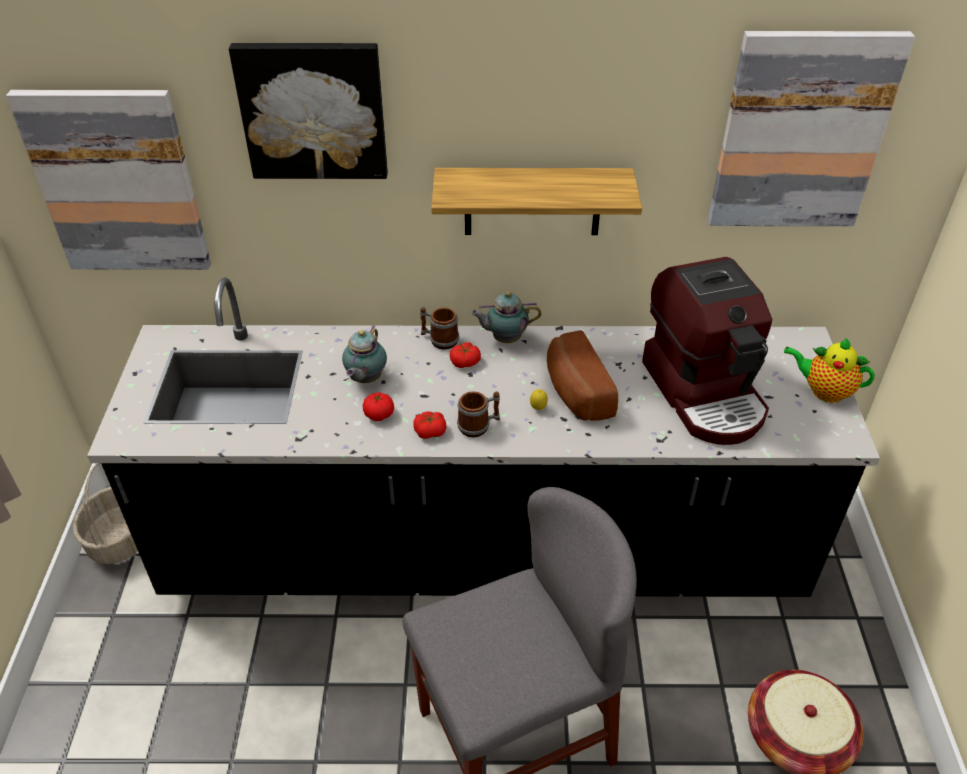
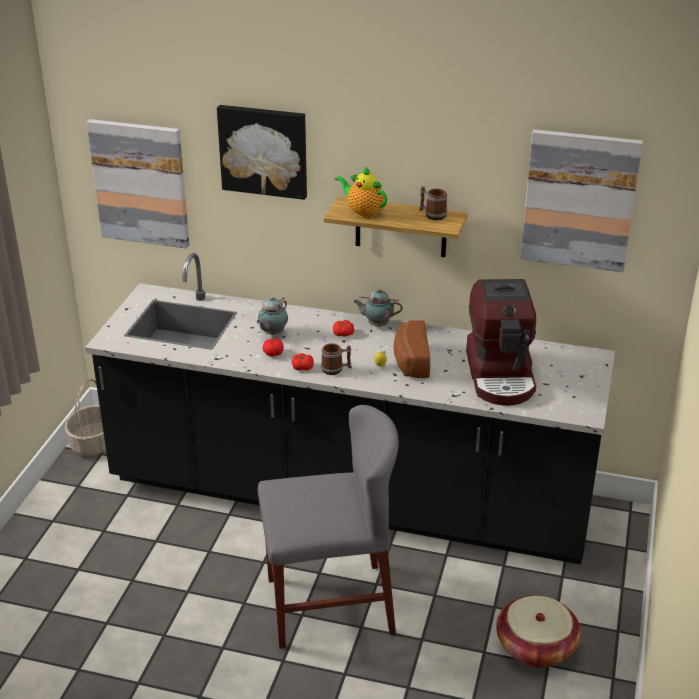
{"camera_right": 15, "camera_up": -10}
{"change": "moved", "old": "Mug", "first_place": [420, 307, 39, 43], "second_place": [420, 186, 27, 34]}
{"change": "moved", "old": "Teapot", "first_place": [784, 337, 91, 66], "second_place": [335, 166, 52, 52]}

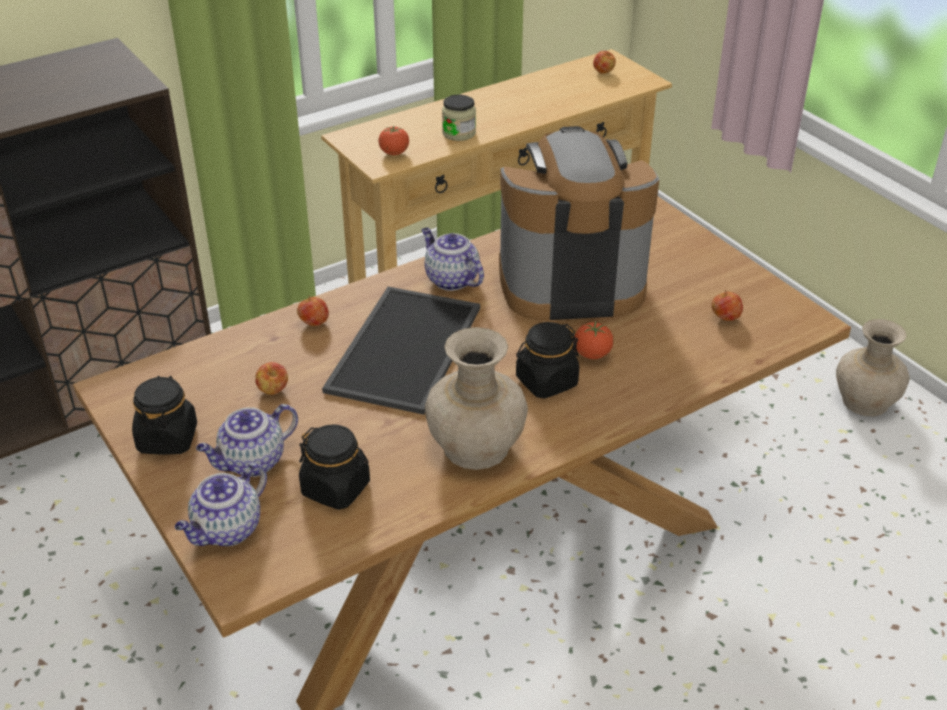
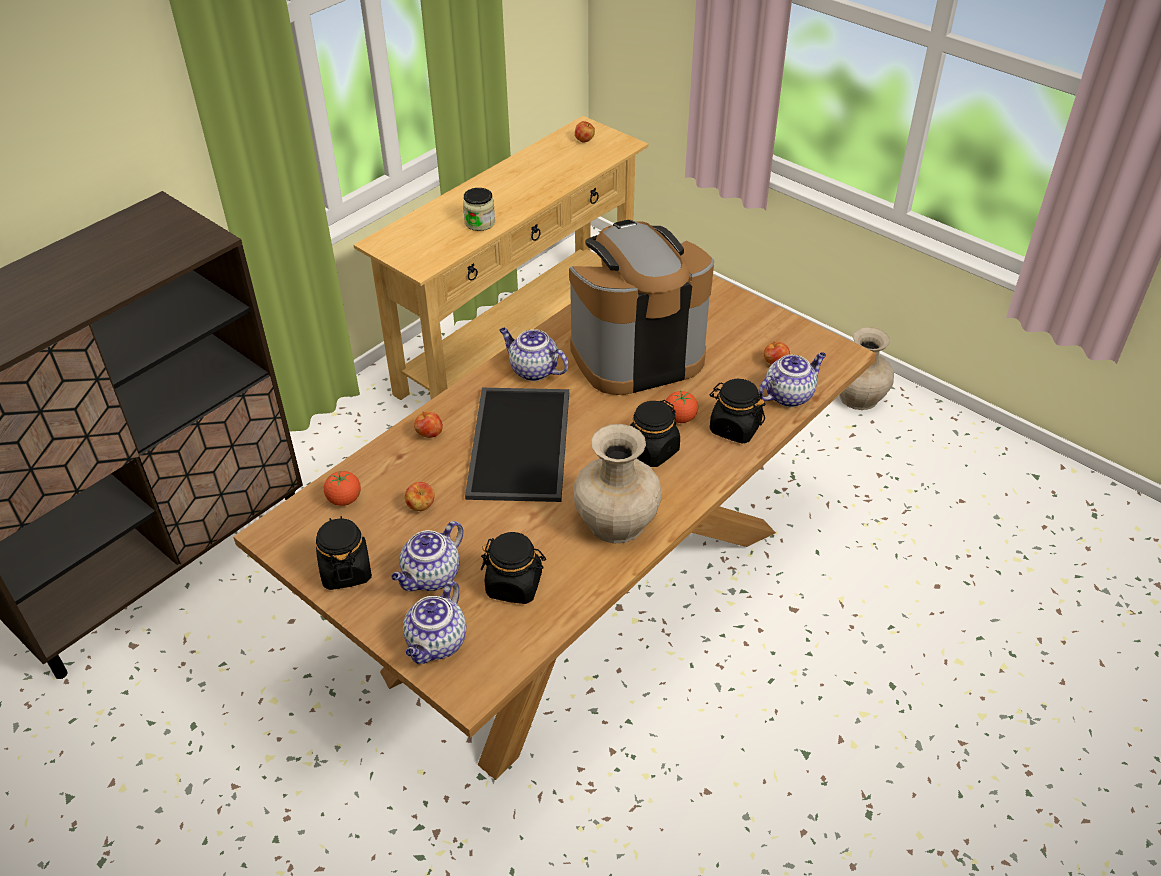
{"camera_right": -15, "camera_up": 5}
{"change": "moved", "old": "Tomato", "first_place": [378, 126, 31, 29], "second_place": [324, 471, 37, 35]}
{"change": "added", "new": "BlackJar", "second_place": [710, 379, 55, 65]}
{"change": "added", "new": "Teapot", "second_place": [758, 352, 68, 55]}

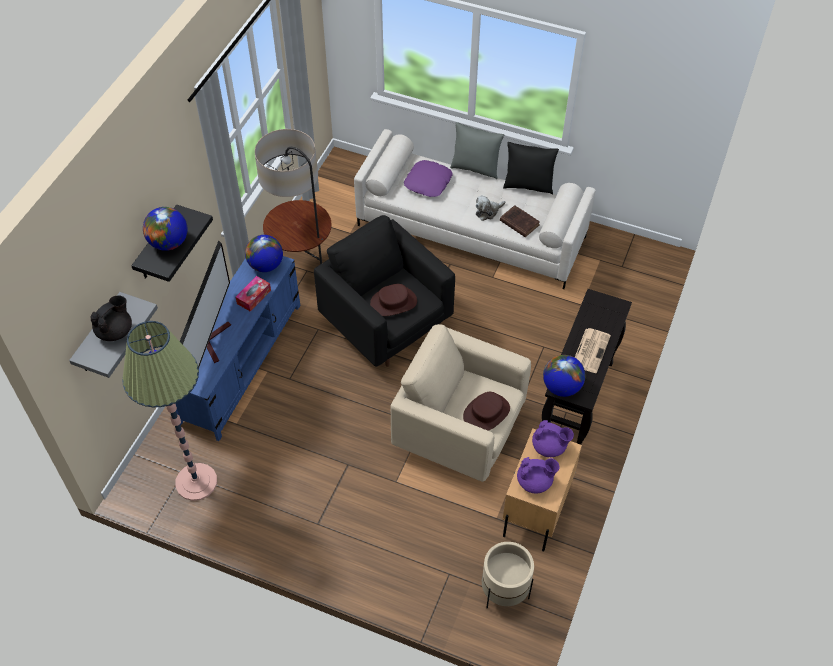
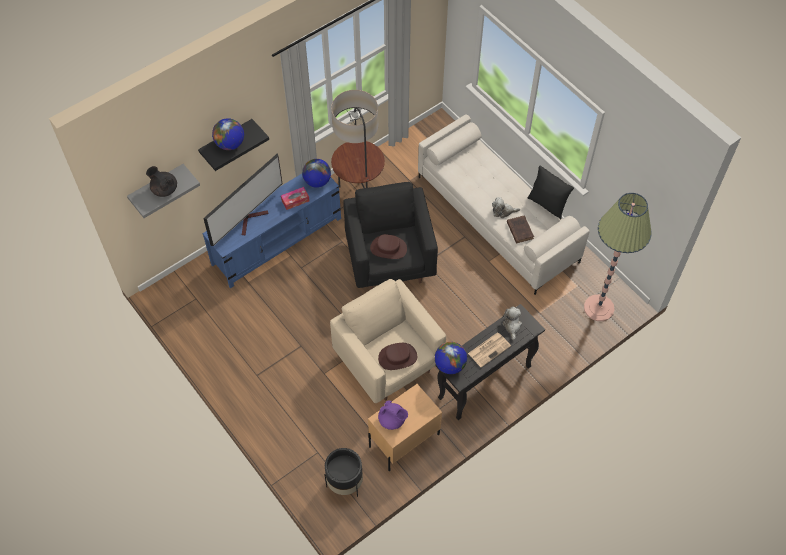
{"camera_right": 30, "camera_up": 5}
{"change": "turned", "old": "BlackTeapot", "first_place": [90, 295, 42, 46], "second_place": [146, 166, 31, 31], "degrees": -120}
{"change": "moved", "old": "FloorLamp", "first_place": [122, 321, 95, 180], "second_place": [584, 193, 68, 128]}
{"change": "removed", "old": "PurplePillow", "first_place": [404, 160, 49, 37]}
{"change": "removed", "old": "GreyPillow", "first_place": [450, 122, 54, 57]}
{"change": "recoloured", "old": "BeigePlanter", "new": "BlackPlanter", "first_place": [482, 542, 52, 66], "second_place": [325, 448, 38, 49]}
{"change": "removed", "old": "PurpleTeapot", "first_place": [532, 420, 42, 37]}
{"change": "added", "new": "PlushToy", "second_place": [502, 307, 20, 33]}

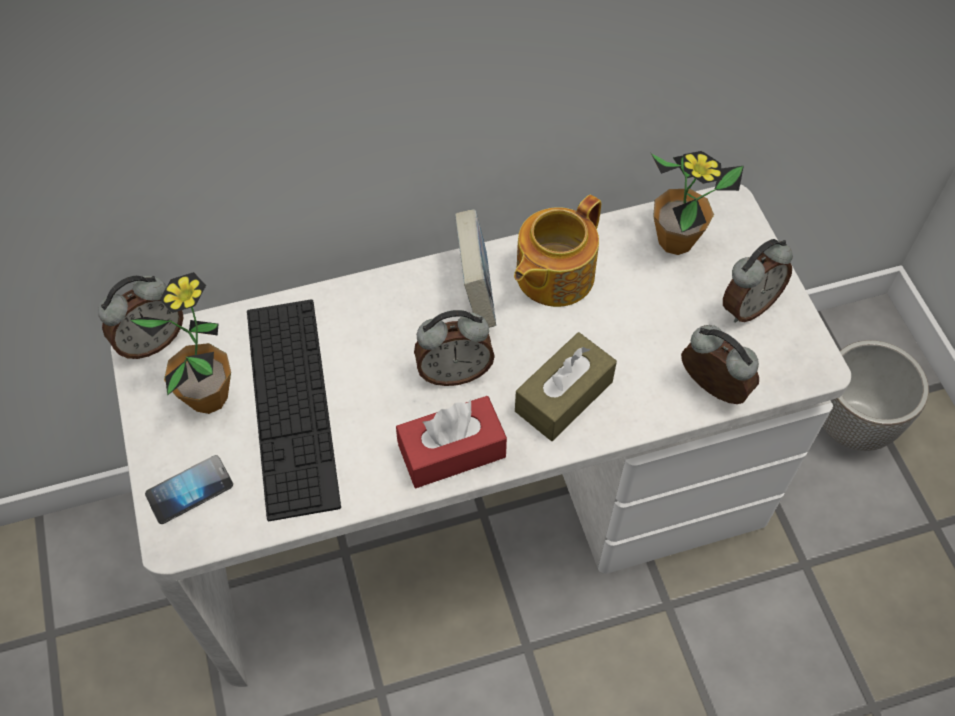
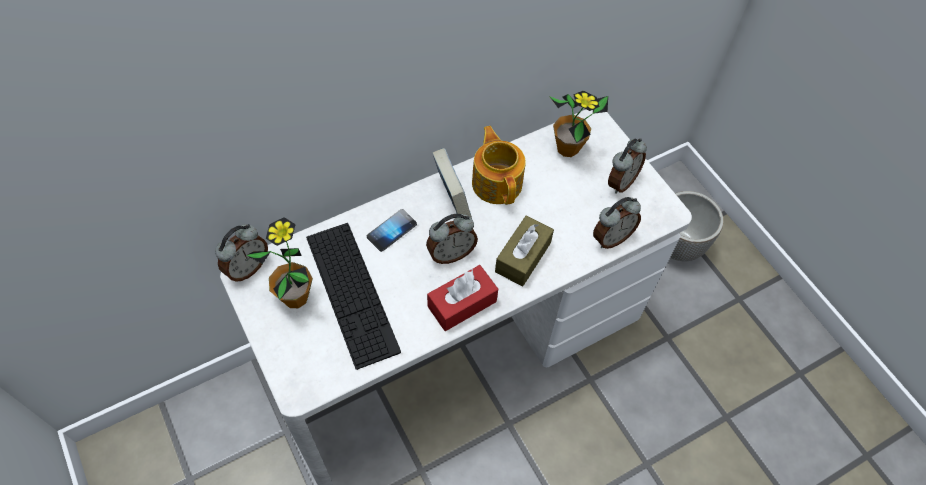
{"camera_right": -15, "camera_up": 0}
{"change": "moved", "old": "Phone", "first_place": [145, 455, 88, 69], "second_place": [367, 209, 50, 43]}
{"change": "turned", "old": "Teapot", "first_place": [514, 195, 87, 112], "second_place": [472, 126, 54, 79], "degrees": 135}
{"change": "turned", "old": "AlarmClock", "first_place": [681, 325, 78, 79], "second_place": [593, 197, 48, 52], "degrees": 120}

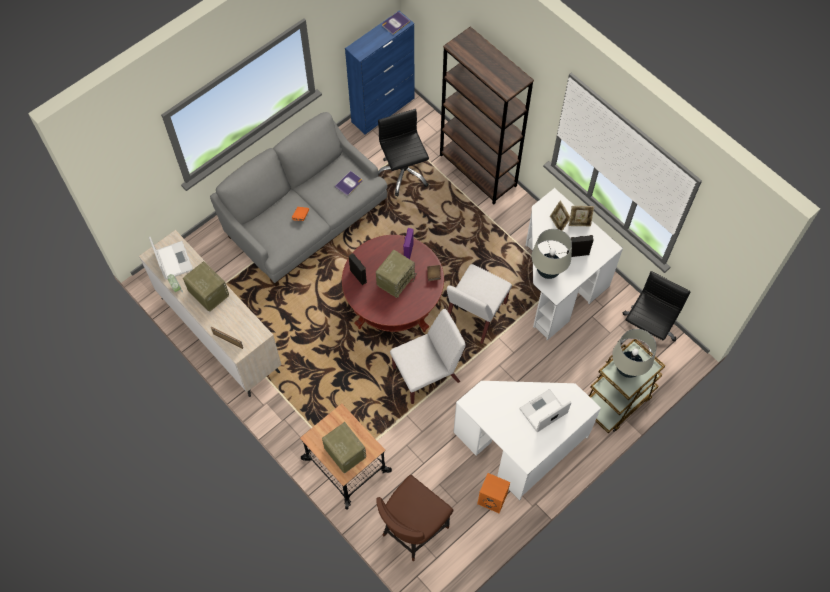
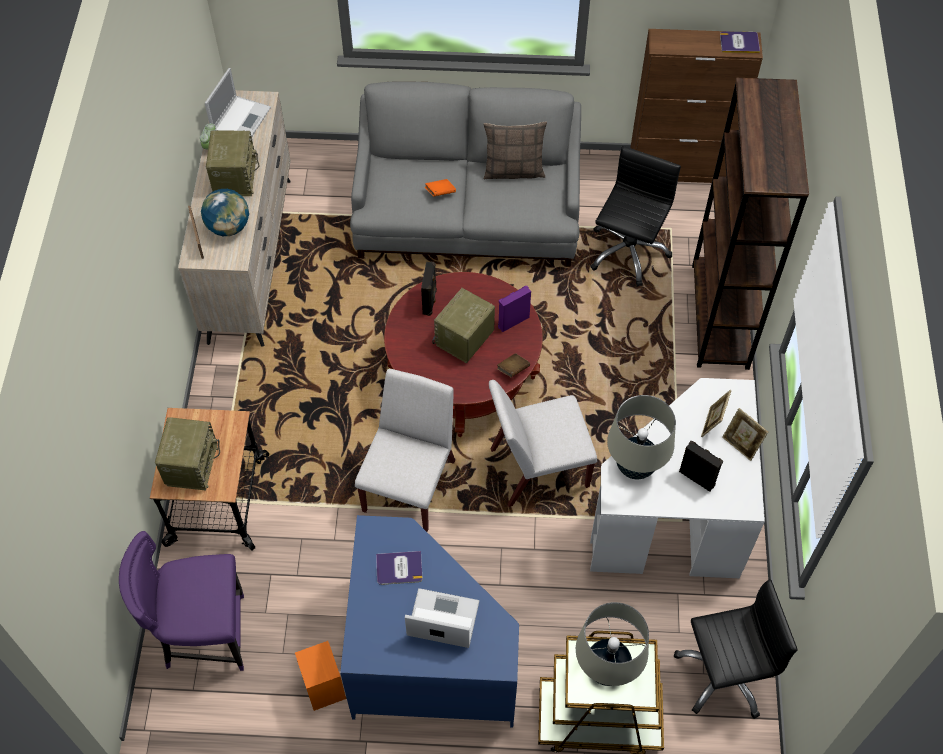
{"camera_right": 45, "camera_up": -5}
{"change": "moved", "old": "Book", "first_place": [335, 171, 28, 25], "second_place": [376, 551, 46, 34]}
{"change": "recoloured", "old": "BlueCabinet", "new": "BrownCabinet", "first_place": [345, 11, 69, 123], "second_place": [630, 29, 133, 154]}
{"change": "turned", "old": "Radio", "first_place": [376, 250, 41, 48], "second_place": [432, 288, 63, 75], "degrees": 135}
{"change": "recoloured", "old": "BrownChair", "new": "PurpleChair", "first_place": [376, 475, 77, 86], "second_place": [119, 531, 125, 140]}
{"change": "turned", "old": "WhiteChair", "first_place": [390, 309, 75, 95], "second_place": [355, 369, 100, 163], "degrees": -90}
{"change": "recoloured", "old": "WhiteDesk", "new": "BlueDesk", "first_place": [453, 381, 148, 120], "second_place": [340, 515, 179, 212]}
{"change": "added", "new": "Globe", "second_place": [201, 189, 48, 47]}
{"change": "added", "new": "Pillow", "second_place": [484, 121, 63, 58]}

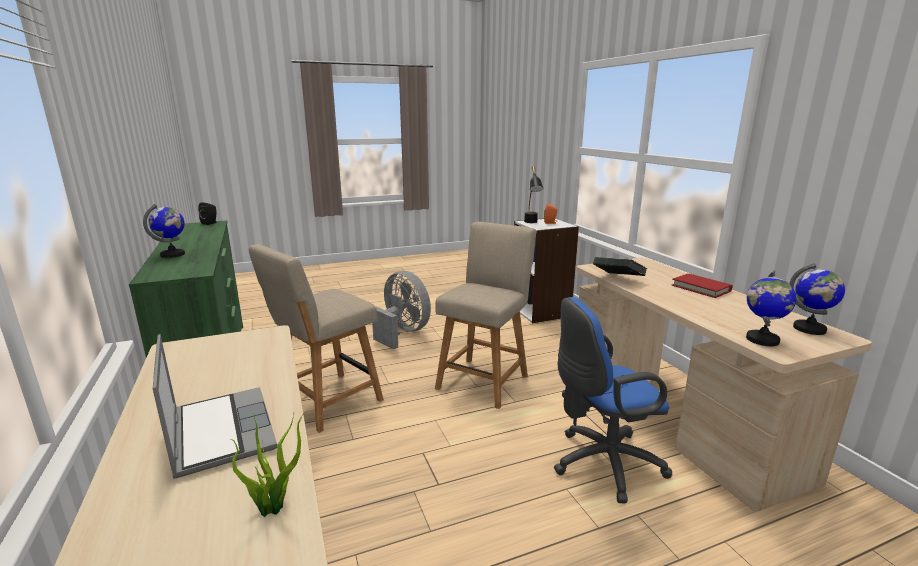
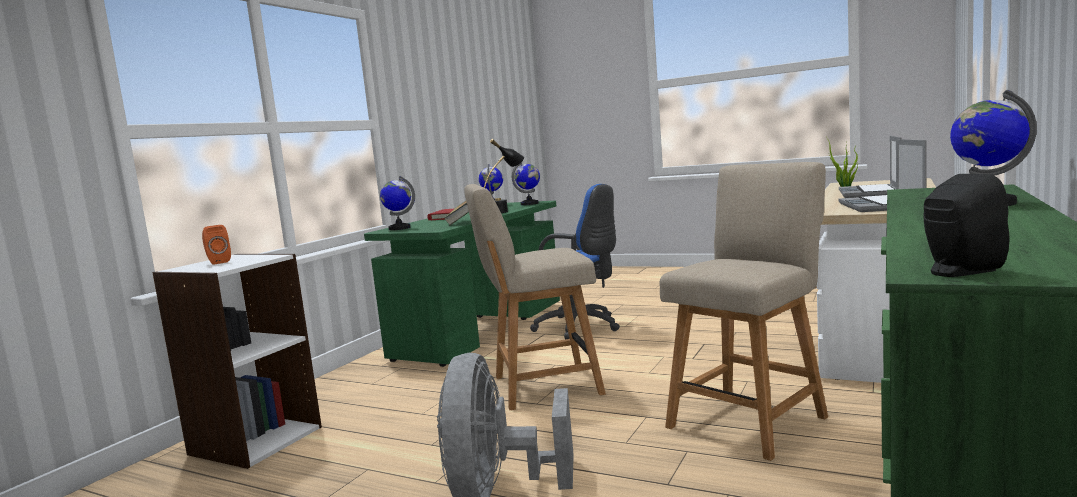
{"camera_right": -130, "camera_up": -10}
{"change": "turned", "old": "BeigeChair", "first_place": [249, 244, 135, 189], "second_place": [660, 162, 168, 299], "degrees": -45}
{"change": "moved", "old": "BlackTableLamp", "first_place": [524, 166, 19, 57], "second_place": [484, 139, 40, 74]}
{"change": "recoloured", "old": "BeigeDesk", "new": "GreenDesk", "first_place": [576, 257, 296, 255], "second_place": [364, 201, 196, 166]}
{"change": "added", "new": "Globe", "second_place": [380, 176, 35, 54]}
{"change": "added", "new": "Laptop", "second_place": [838, 139, 89, 73]}

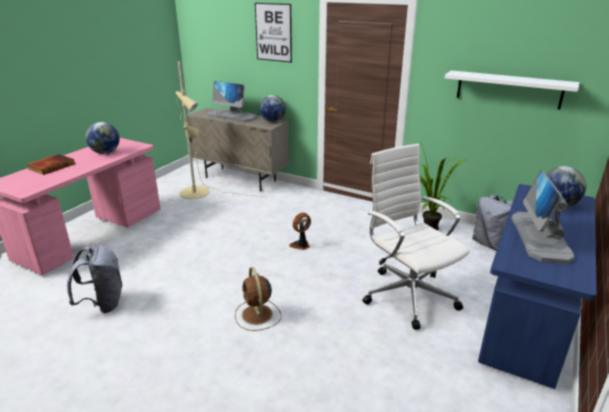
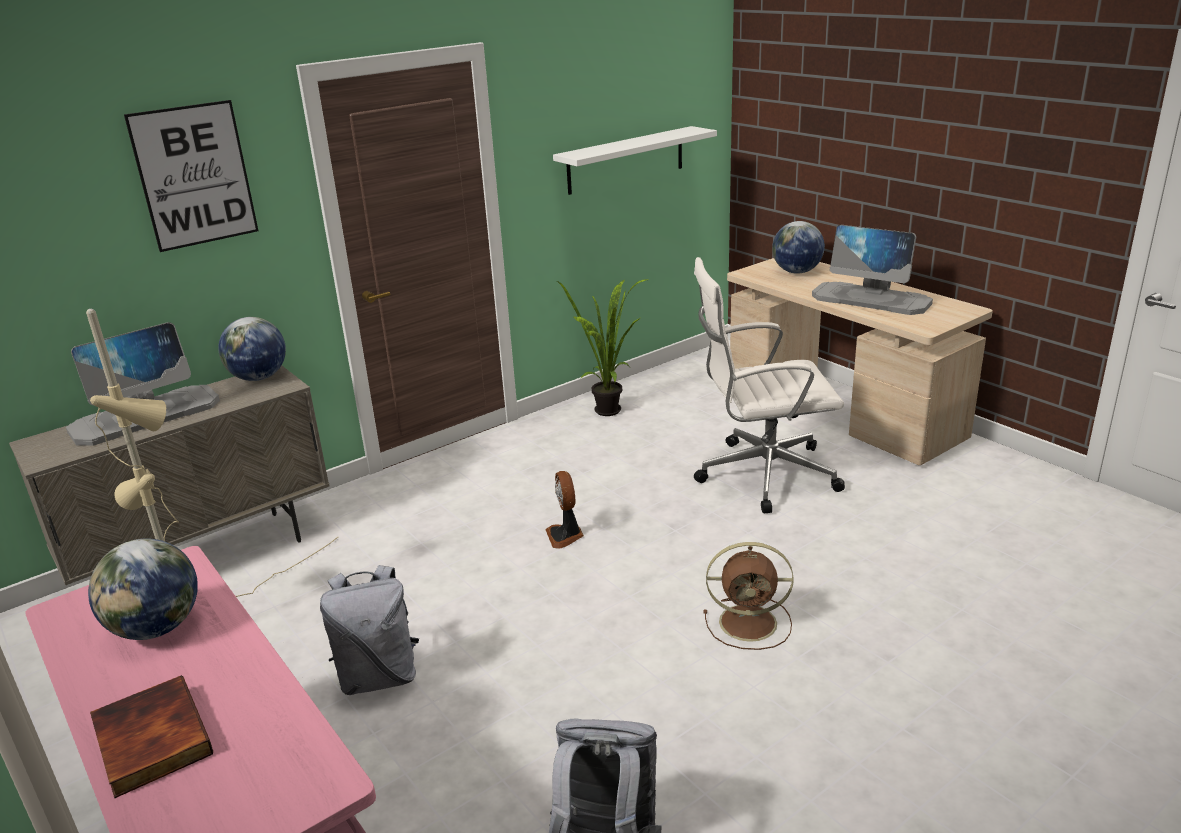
{"camera_right": -65, "camera_up": 0}
{"change": "moved", "old": "GreyBackpack", "first_place": [472, 195, 41, 56], "second_place": [320, 565, 99, 130]}
{"change": "recoloured", "old": "BlueDesk", "new": "BeigeDesk", "first_place": [478, 184, 119, 205], "second_place": [727, 258, 266, 207]}

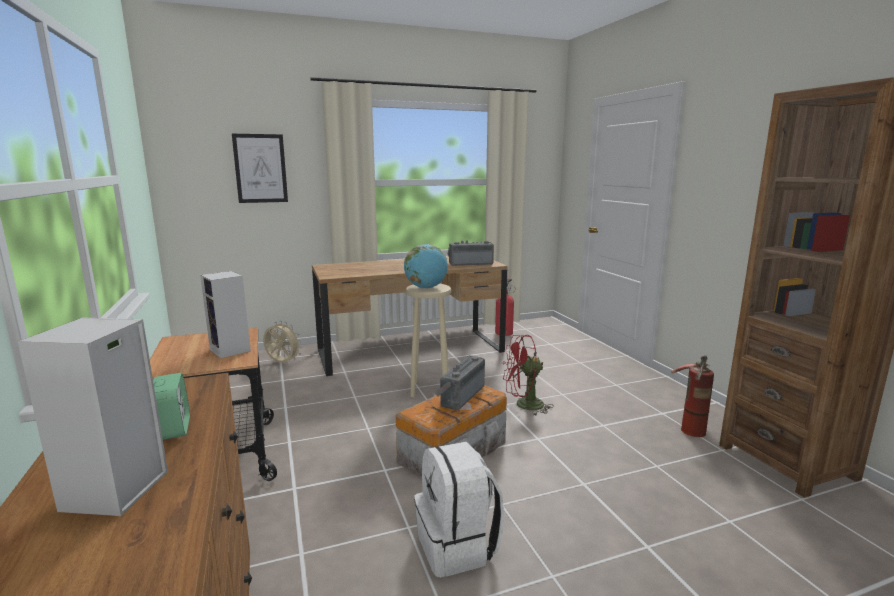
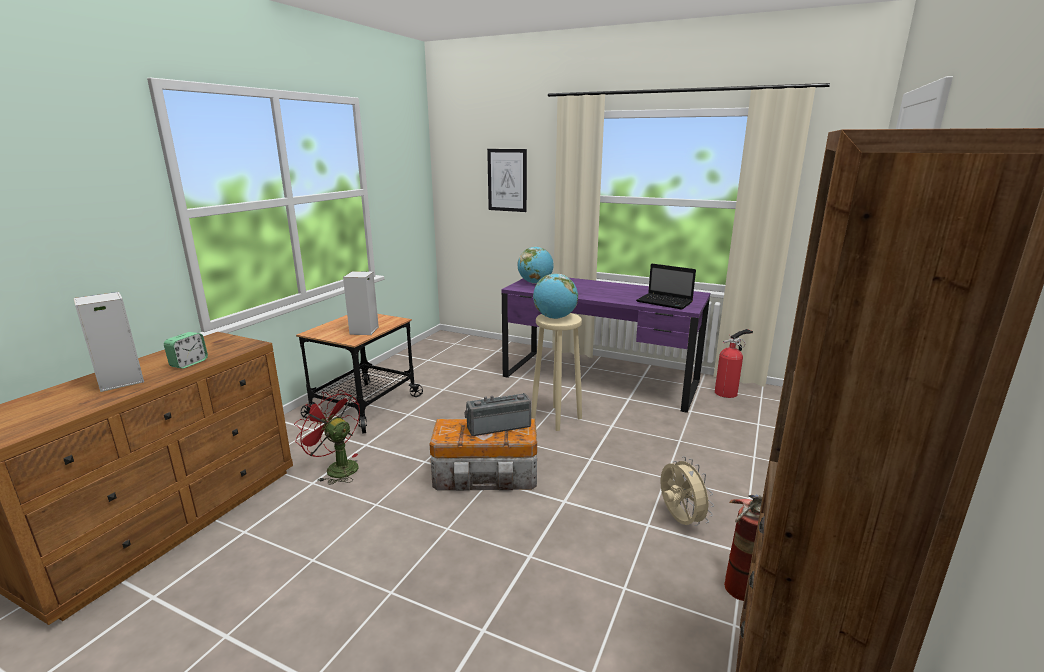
{"camera_right": 45, "camera_up": 5}
{"change": "moved", "old": "BeigeFan", "first_place": [263, 321, 39, 42], "second_place": [660, 456, 54, 70]}
{"change": "recoloured", "old": "BrownDesk", "new": "PurpleDesk", "first_place": [312, 256, 196, 120], "second_place": [501, 278, 209, 135]}
{"change": "removed", "old": "WhiteBackpack", "first_place": [414, 442, 90, 136]}
{"change": "replaced", "old": "Radio", "new": "Laptop", "first_place": [448, 240, 46, 26], "second_place": [636, 263, 60, 47]}
{"change": "moved", "old": "RedFan", "first_place": [503, 335, 51, 81], "second_place": [294, 390, 66, 95]}
{"change": "added", "new": "Globe", "second_place": [517, 247, 37, 37]}

